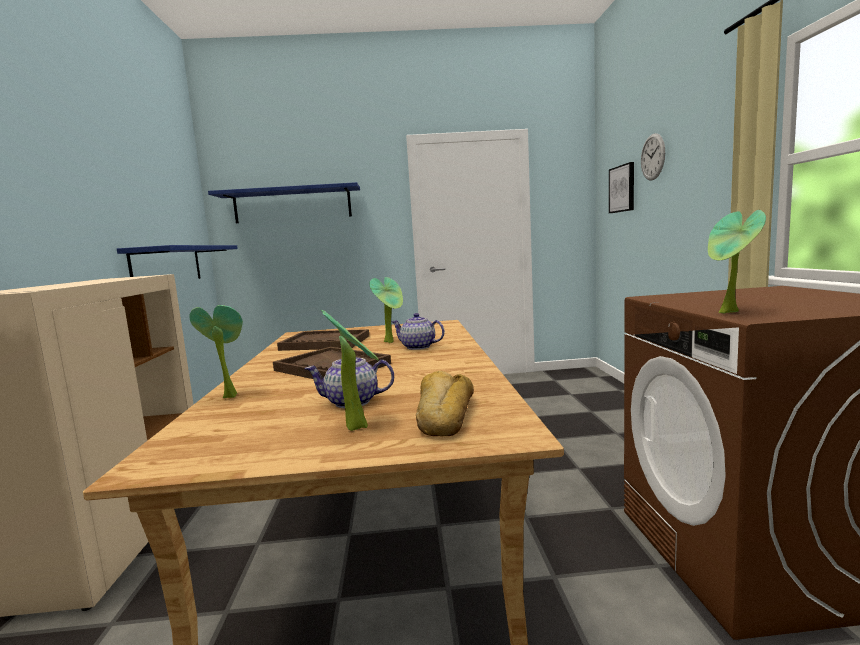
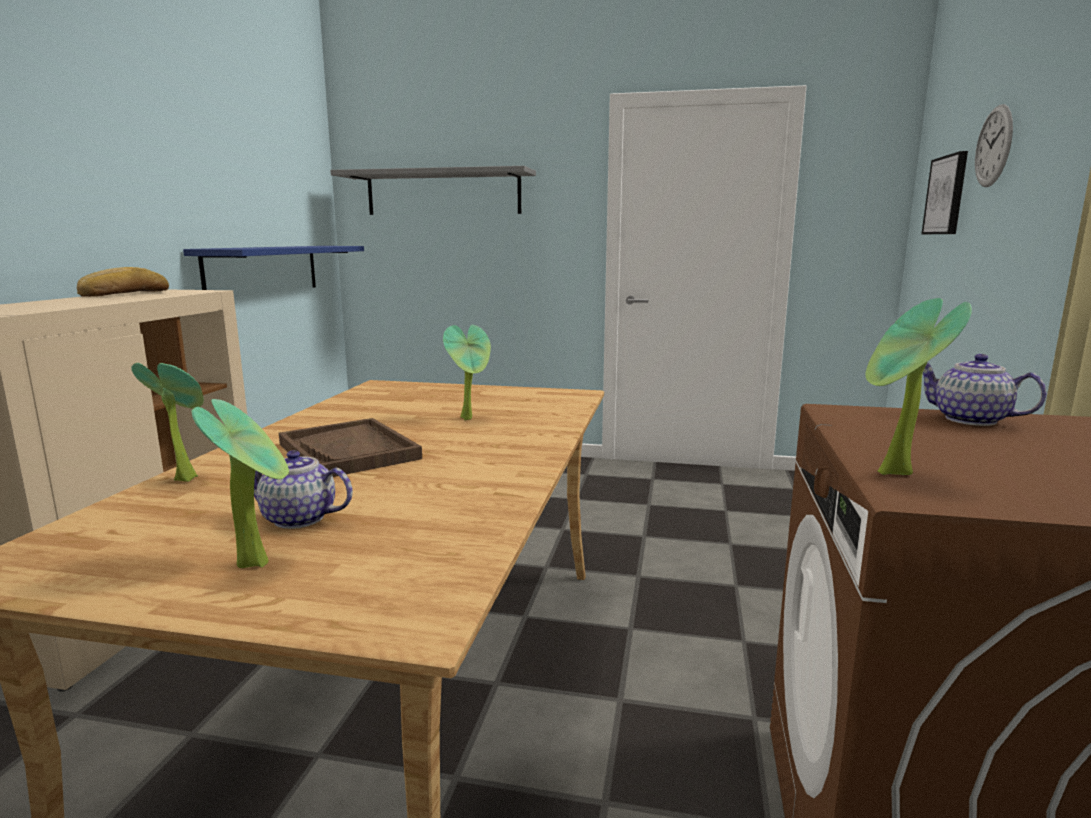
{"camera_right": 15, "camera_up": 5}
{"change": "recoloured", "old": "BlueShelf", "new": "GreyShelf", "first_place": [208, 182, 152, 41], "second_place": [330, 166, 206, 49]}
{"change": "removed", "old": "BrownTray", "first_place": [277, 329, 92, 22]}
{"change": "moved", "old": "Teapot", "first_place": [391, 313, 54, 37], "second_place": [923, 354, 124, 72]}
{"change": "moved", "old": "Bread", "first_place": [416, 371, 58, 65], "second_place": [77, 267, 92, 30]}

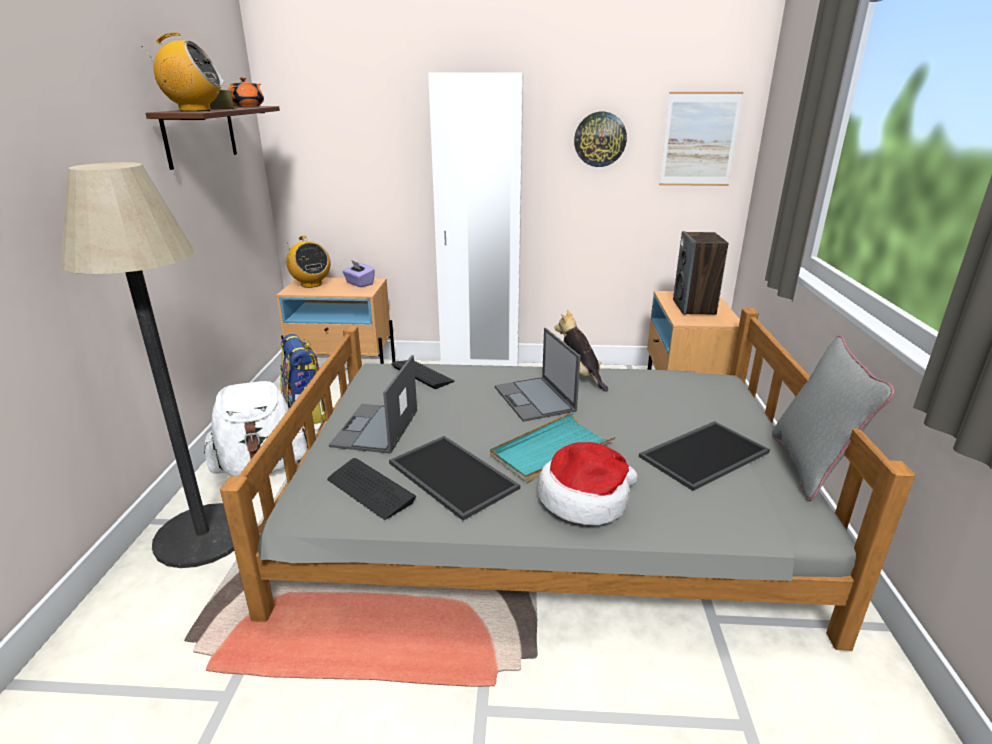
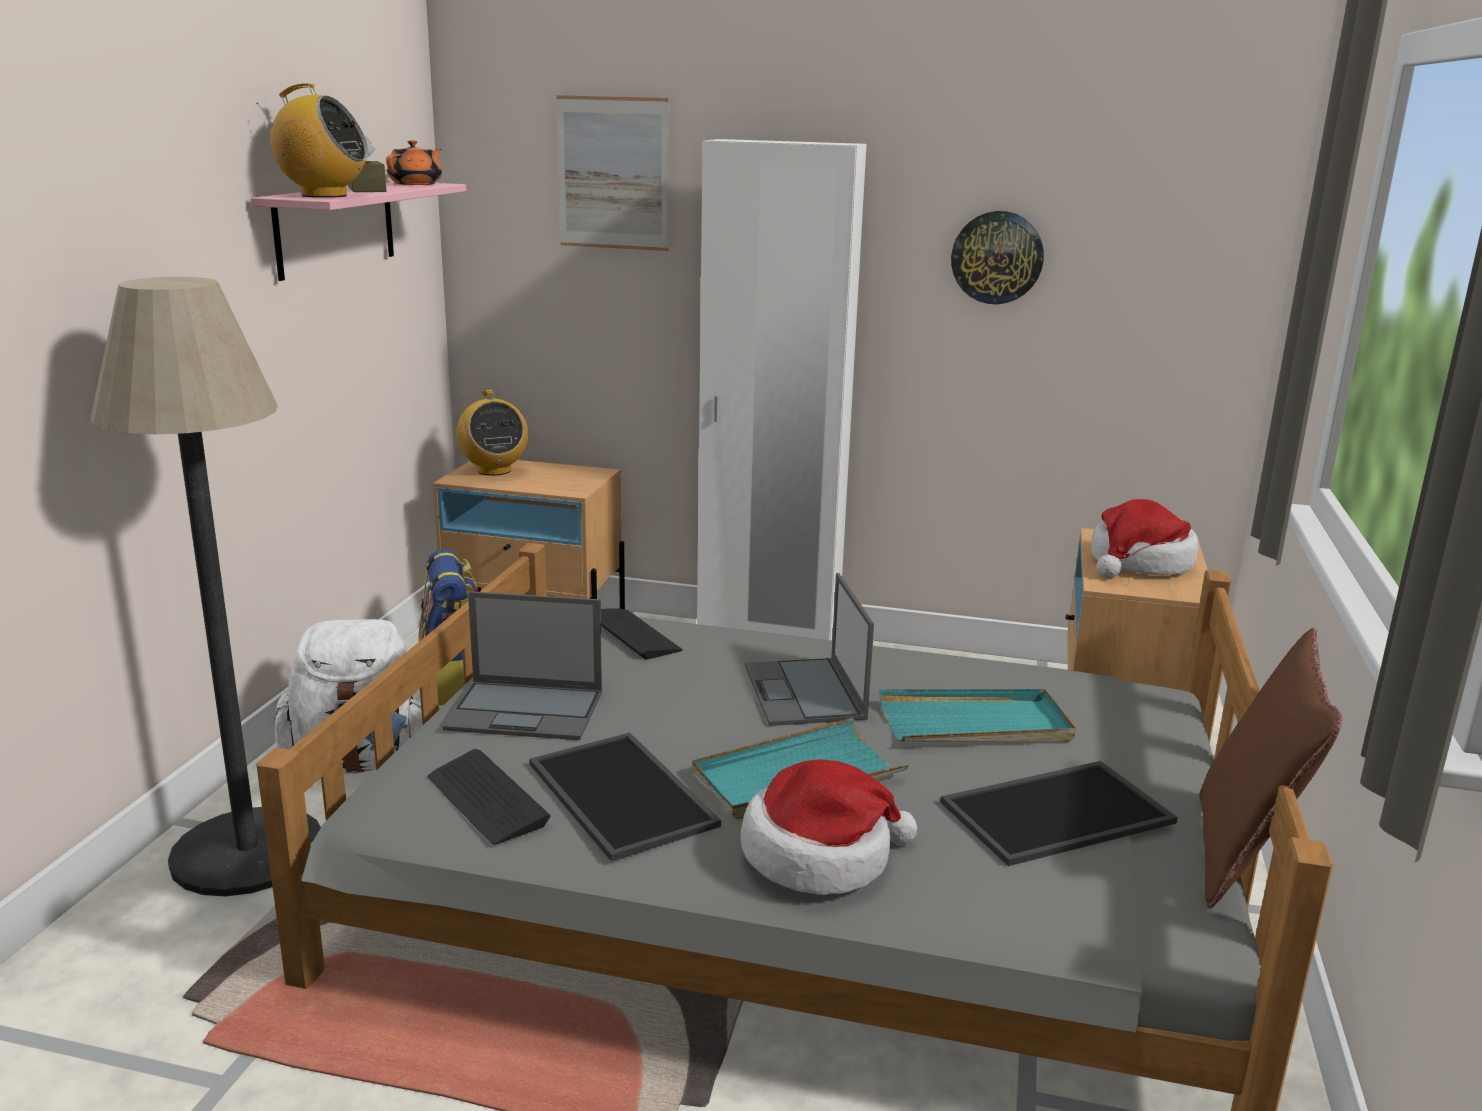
{"camera_right": 10, "camera_up": -5}
{"change": "recoloured", "old": "BrownShelf", "new": "PinkShelf", "first_place": [146, 106, 134, 64], "second_place": [251, 182, 215, 99]}
{"change": "turned", "old": "Laptop", "first_place": [329, 355, 88, 99], "second_place": [442, 591, 160, 149], "degrees": -105}
{"change": "removed", "old": "PurpleTissueBox", "first_place": [343, 260, 32, 27]}
{"change": "removed", "old": "PlushToy", "first_place": [555, 310, 53, 82]}
{"change": "moved", "old": "Picture", "first_place": [659, 92, 84, 94], "second_place": [556, 95, 113, 156]}
{"change": "replaced", "old": "Speaker", "new": "Hat", "first_place": [673, 231, 56, 84], "second_place": [1092, 499, 107, 79]}
{"change": "recoloured", "old": "GreyPillow", "new": "BrownPillow", "first_place": [772, 335, 123, 166], "second_place": [1199, 628, 143, 281]}
{"change": "added", "new": "TurquoiseTray", "second_place": [879, 689, 197, 53]}

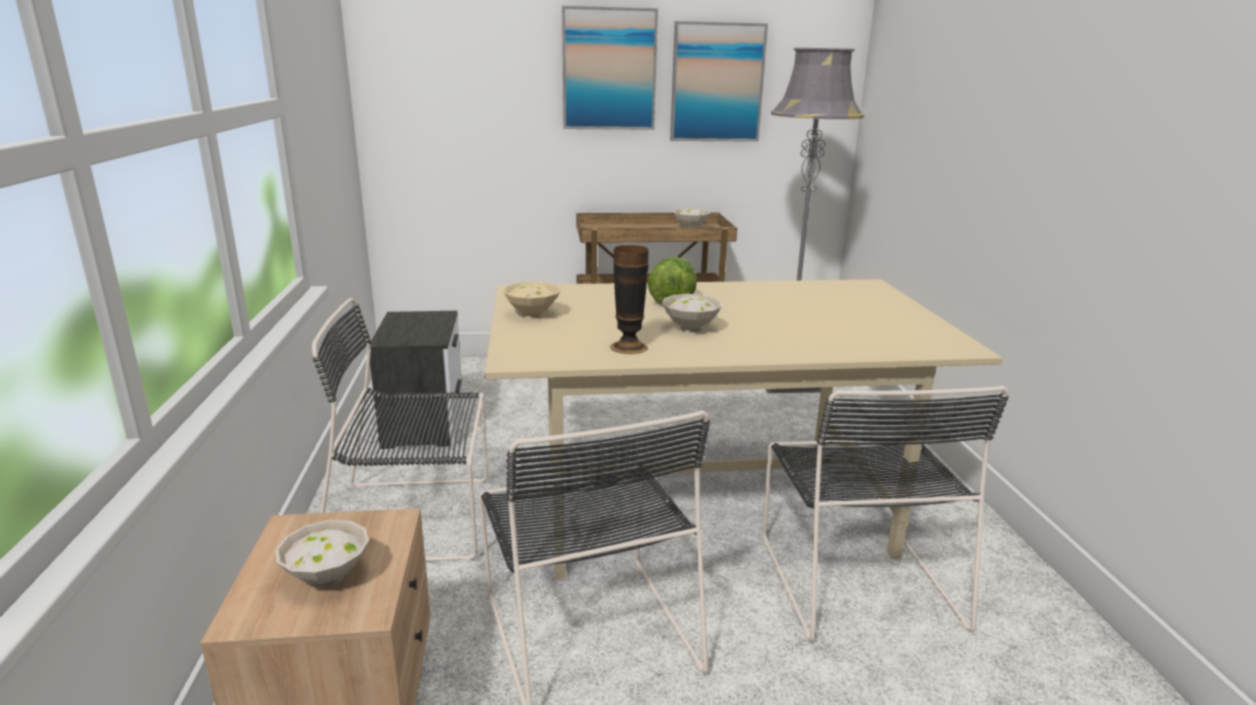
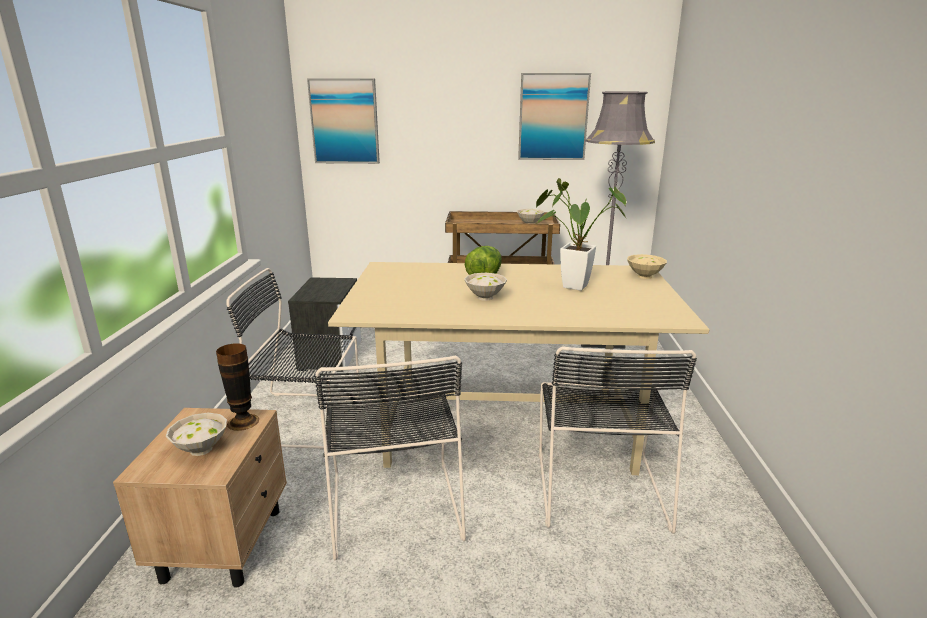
{"camera_right": 10, "camera_up": 0}
{"change": "moved", "old": "BeigeBowl", "first_place": [502, 281, 59, 38], "second_place": [627, 254, 40, 25]}
{"change": "moved", "old": "Picture", "first_place": [562, 6, 96, 124], "second_place": [307, 78, 73, 86]}
{"change": "moved", "old": "Vase", "first_place": [610, 245, 39, 109], "second_place": [216, 343, 43, 88]}
{"change": "added", "new": "PottedPlant", "second_place": [536, 178, 90, 113]}

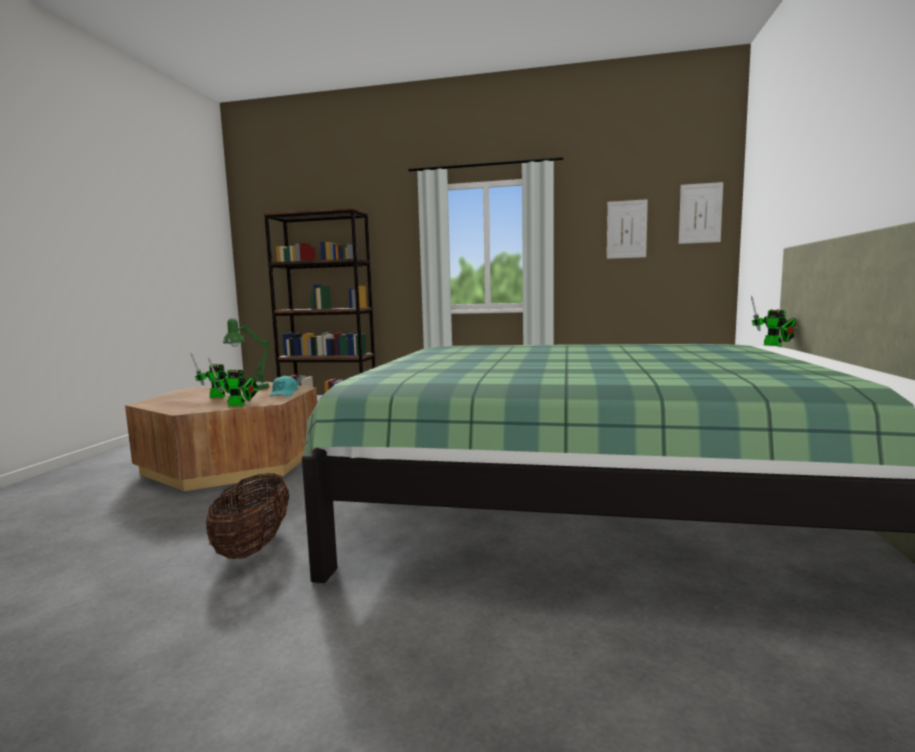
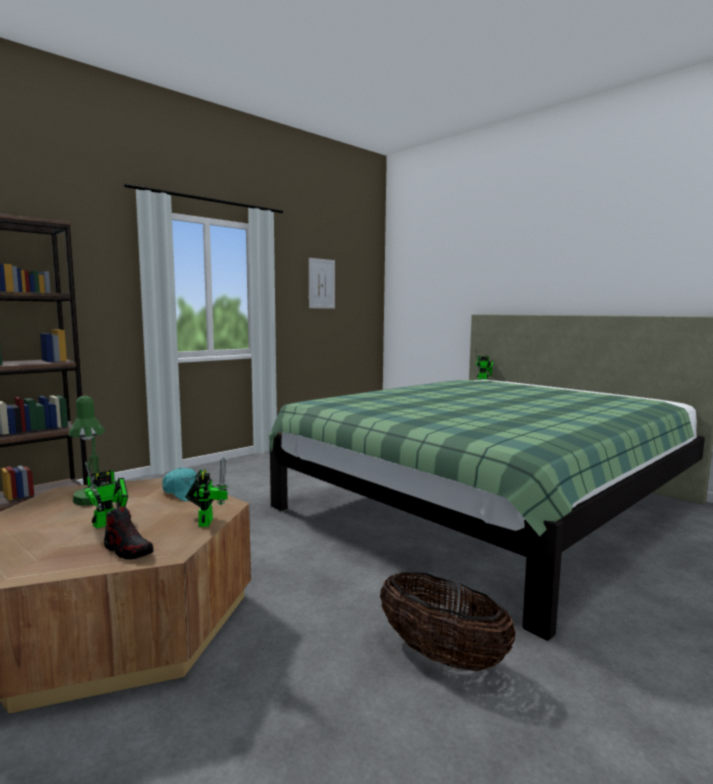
{"camera_right": -55, "camera_up": 0}
{"change": "turned", "old": "ToyRobot", "first_place": [208, 358, 51, 48], "second_place": [186, 457, 43, 70], "degrees": -45}
{"change": "removed", "old": "Picture", "first_place": [679, 182, 44, 62]}
{"change": "added", "new": "Shoe", "second_place": [104, 506, 50, 53]}

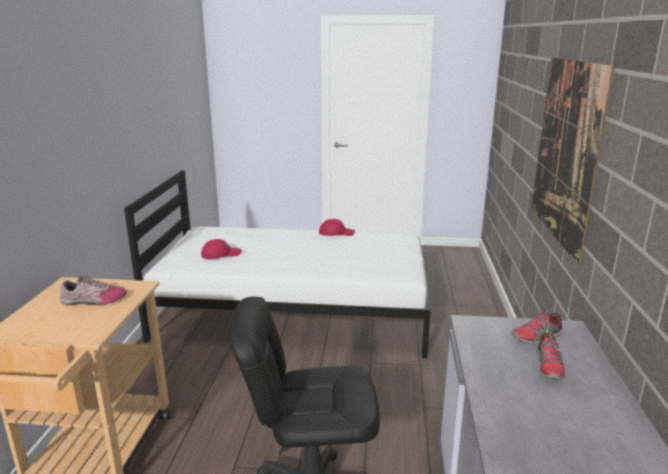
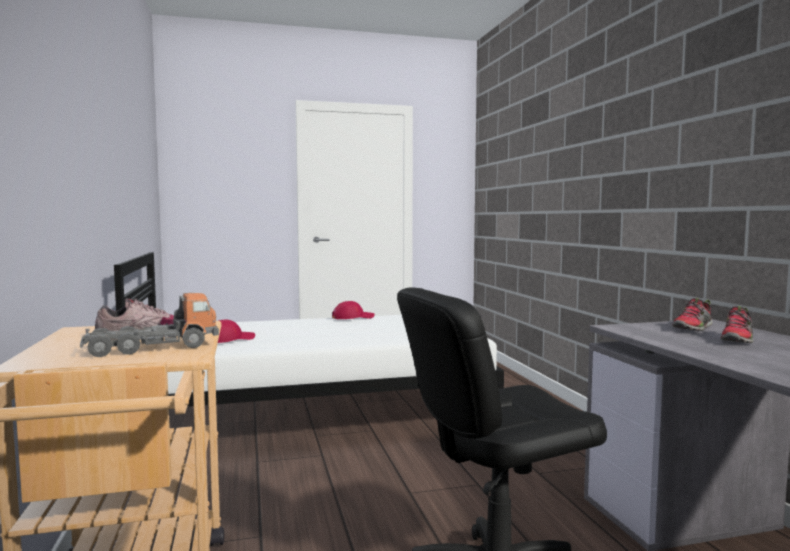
{"camera_right": -20, "camera_up": -15}
{"change": "removed", "old": "Picture", "first_place": [531, 57, 84, 209]}
{"change": "turned", "old": "Shoe", "first_place": [536, 329, 29, 51], "second_place": [720, 306, 33, 37], "degrees": 45}
{"change": "added", "new": "ToyTruck", "second_place": [80, 293, 139, 64]}

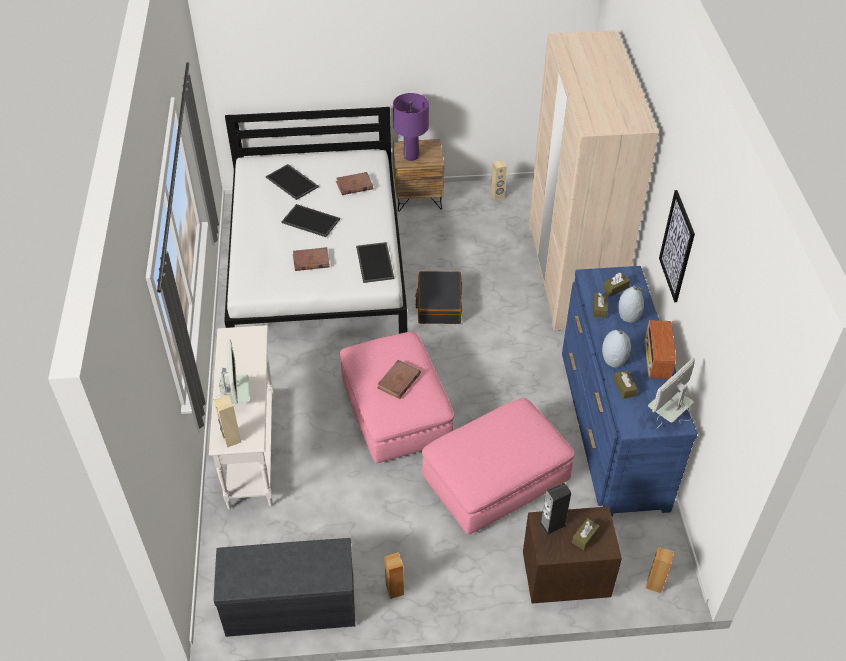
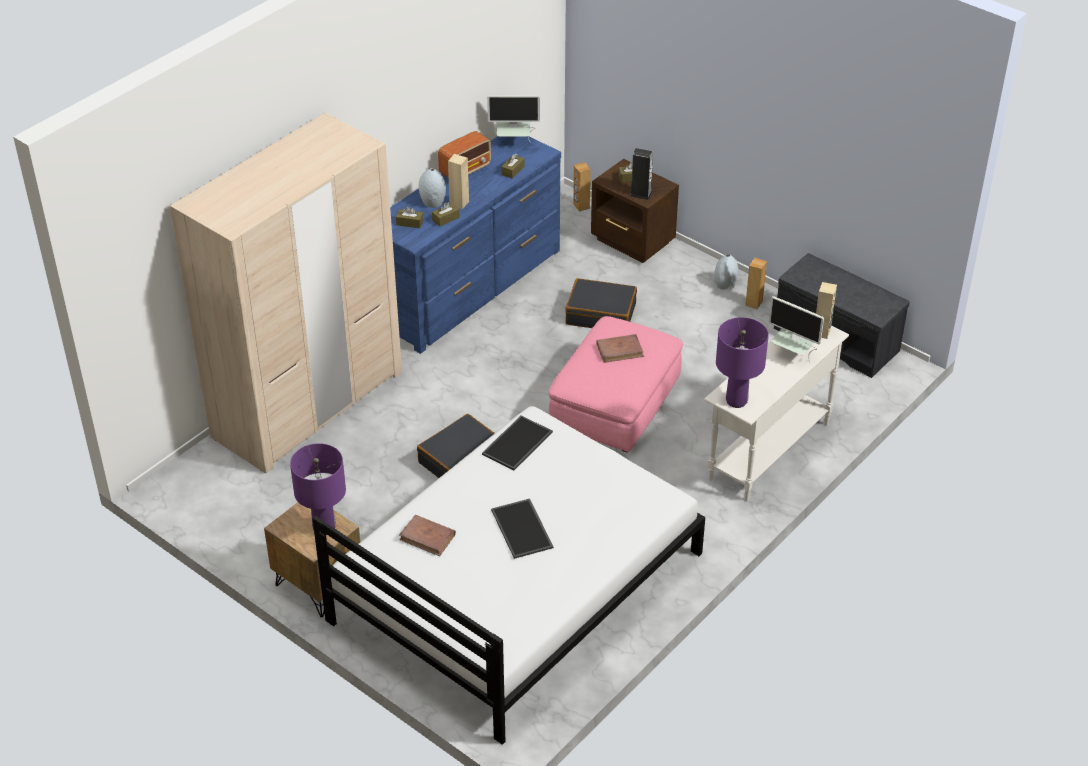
{"camera_right": -135, "camera_up": -5}
{"change": "turned", "old": "Monitor", "first_place": [213, 340, 38, 64], "second_place": [769, 296, 55, 67], "degrees": -90}
{"change": "removed", "old": "Tray", "first_place": [266, 164, 53, 36]}
{"change": "removed", "old": "BrownBook", "first_place": [293, 247, 37, 24]}
{"change": "replaced", "old": "PinkOttoman", "new": "BlackSuitcase", "first_place": [422, 398, 153, 137], "second_place": [565, 278, 72, 50]}
{"change": "moved", "old": "BeigeSpeaker", "first_place": [490, 160, 17, 40], "second_place": [448, 154, 21, 55]}
{"change": "moved", "old": "GreyVase", "first_place": [602, 330, 29, 37], "second_place": [714, 254, 25, 36]}
{"change": "removed", "old": "Picture", "first_place": [659, 190, 36, 112]}
{"change": "added", "new": "PurpleTableLamp", "second_place": [716, 317, 53, 91]}

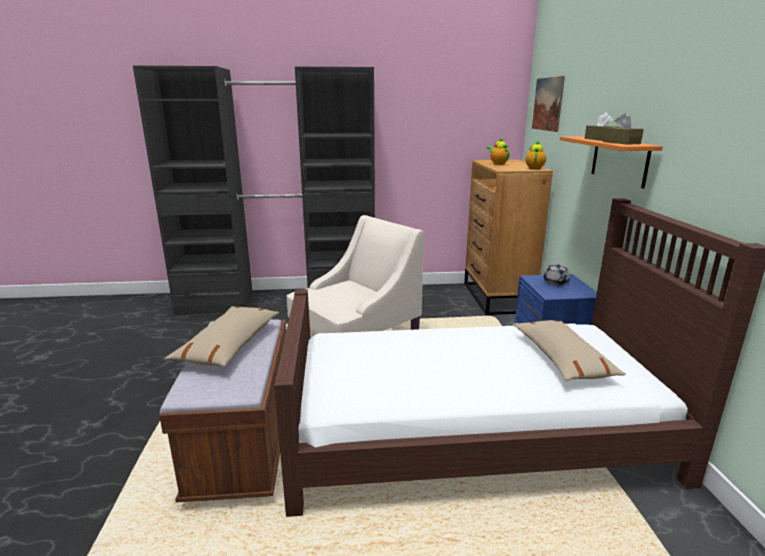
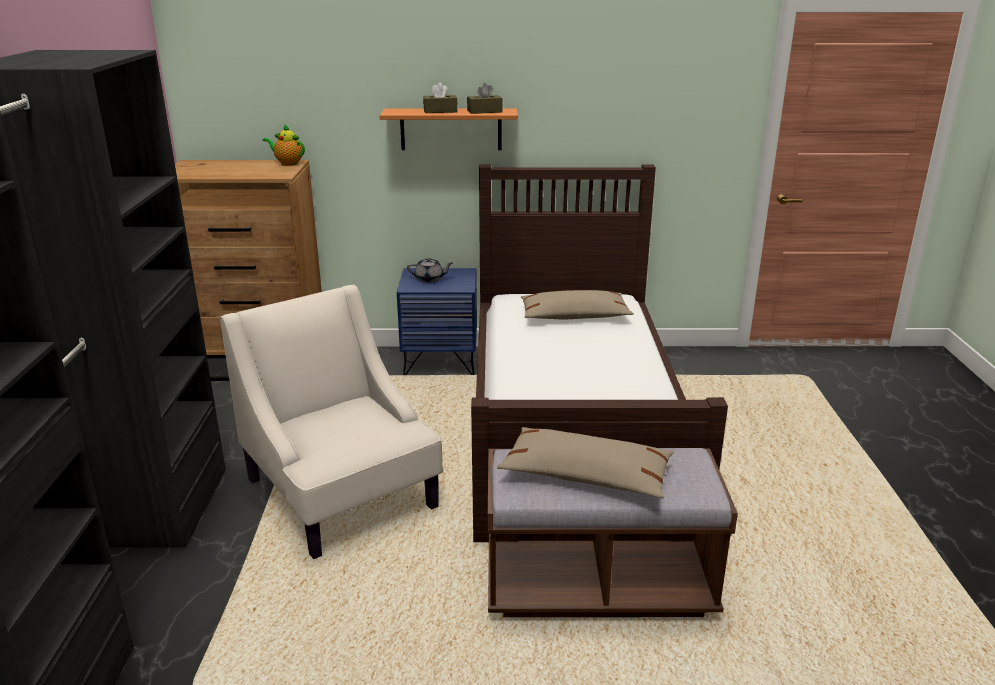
{"camera_right": -85, "camera_up": 5}
{"change": "removed", "old": "Teapot", "first_place": [487, 137, 23, 28]}
{"change": "removed", "old": "Picture", "first_place": [532, 76, 33, 56]}

